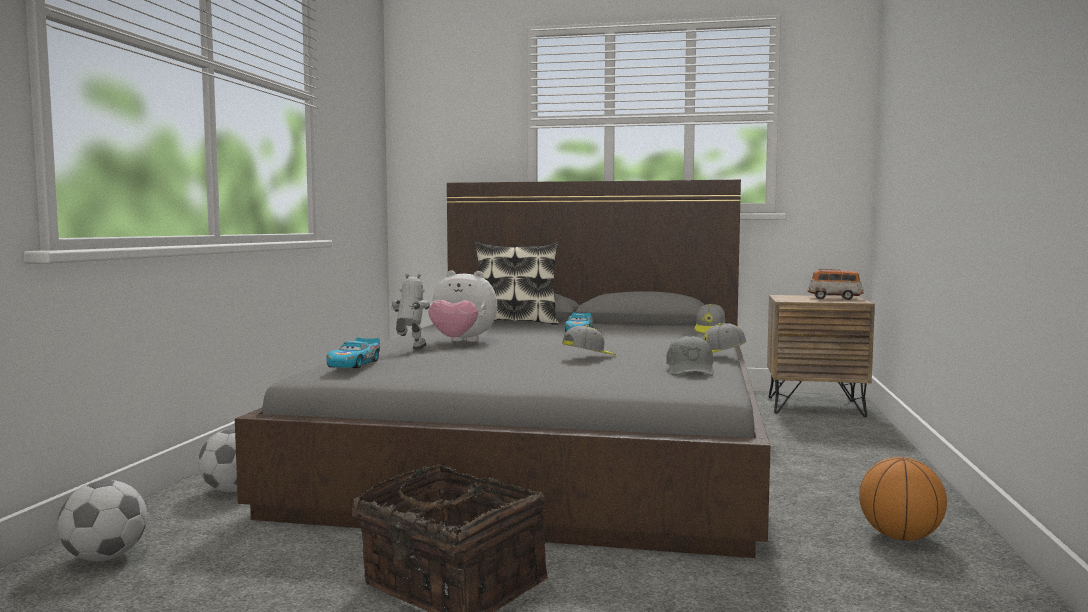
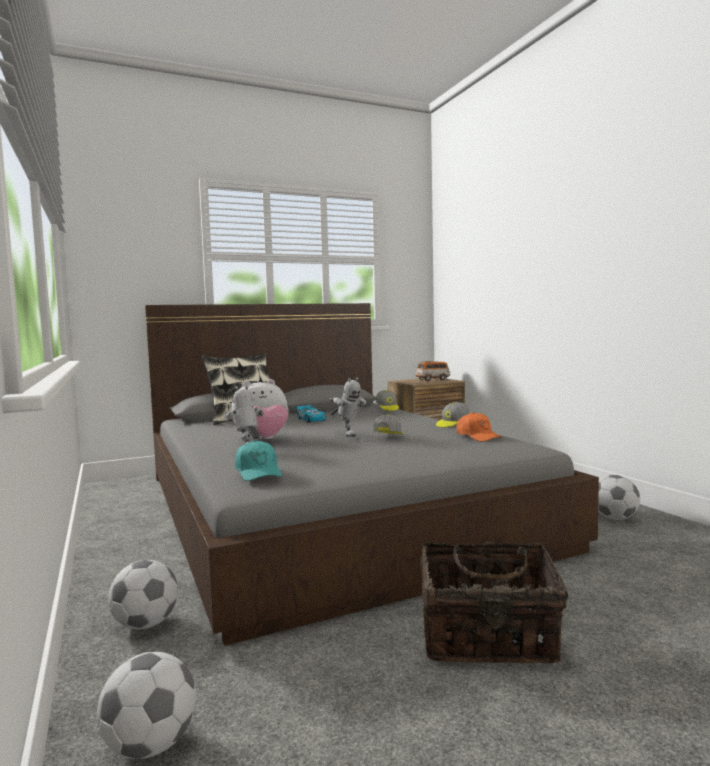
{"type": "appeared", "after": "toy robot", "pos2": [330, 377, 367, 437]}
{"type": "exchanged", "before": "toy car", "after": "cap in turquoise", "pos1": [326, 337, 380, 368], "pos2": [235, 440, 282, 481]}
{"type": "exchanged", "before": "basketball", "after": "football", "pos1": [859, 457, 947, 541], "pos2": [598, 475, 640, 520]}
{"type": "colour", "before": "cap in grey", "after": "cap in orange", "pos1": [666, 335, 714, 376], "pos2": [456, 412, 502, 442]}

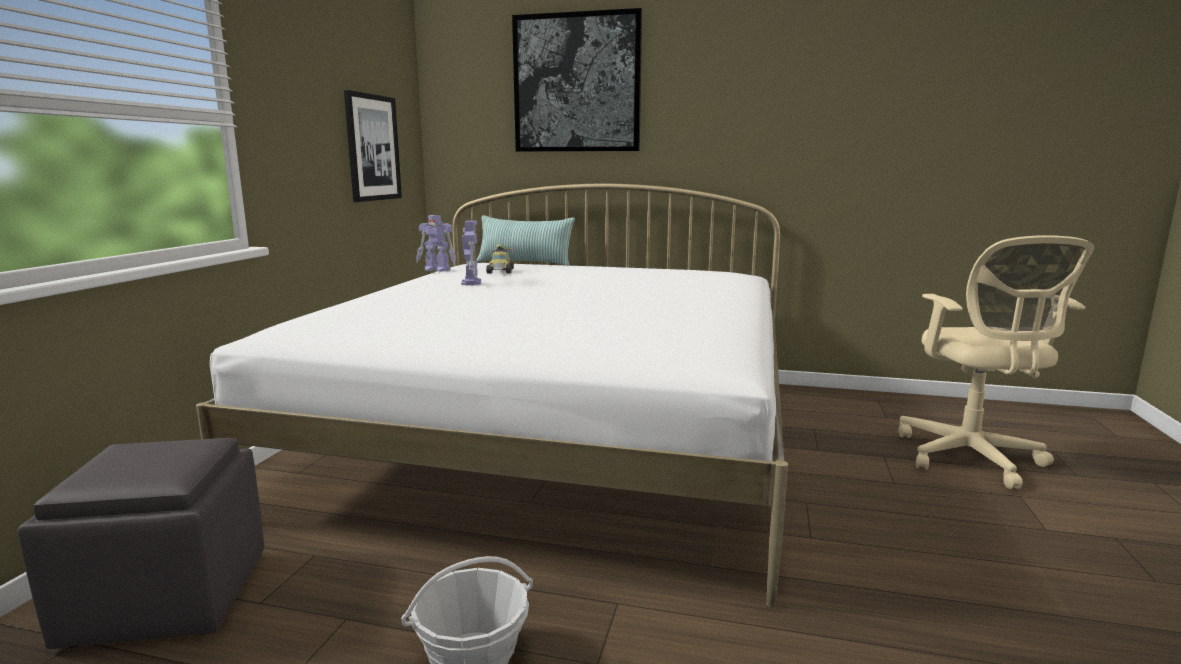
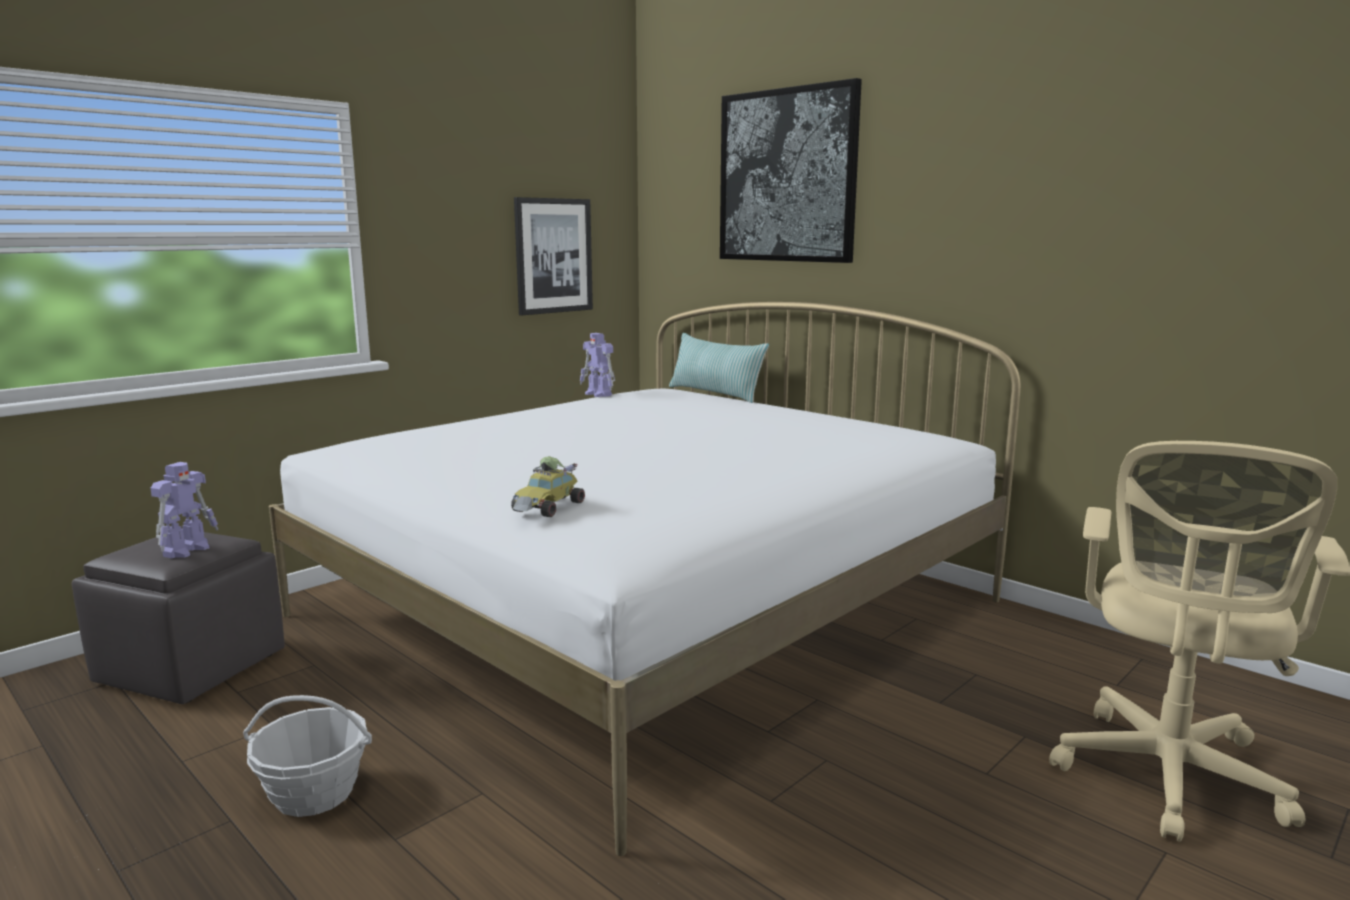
{"type": "relocated", "before": "toy robot", "pos1": [461, 221, 481, 285], "pos2": [150, 462, 218, 558]}
{"type": "relocated", "before": "toy car", "pos1": [486, 244, 514, 274], "pos2": [511, 456, 585, 517]}

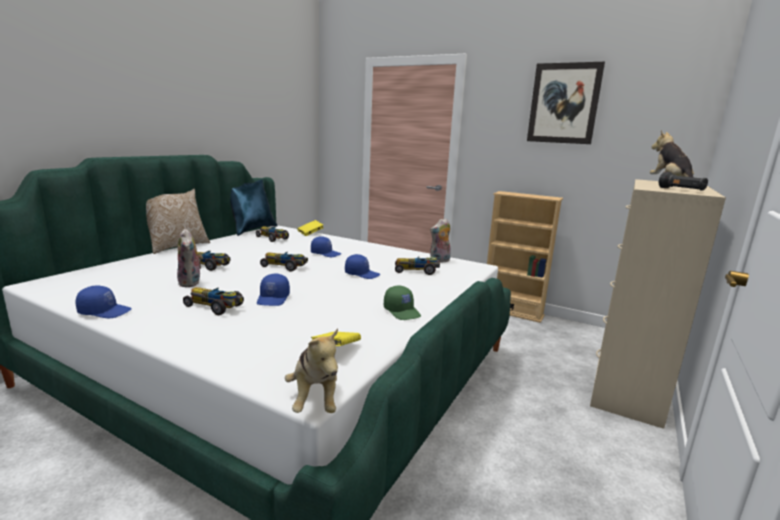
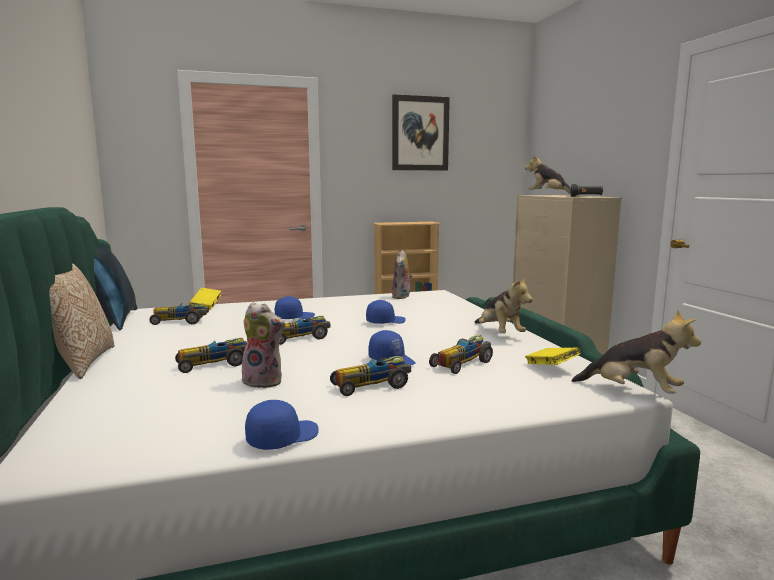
{"type": "relocated", "before": "toy car", "pos1": [395, 257, 440, 275], "pos2": [429, 335, 493, 374]}
{"type": "exchanged", "before": "cap in green", "after": "plush toy", "pos1": [384, 286, 421, 320], "pos2": [475, 276, 533, 333]}

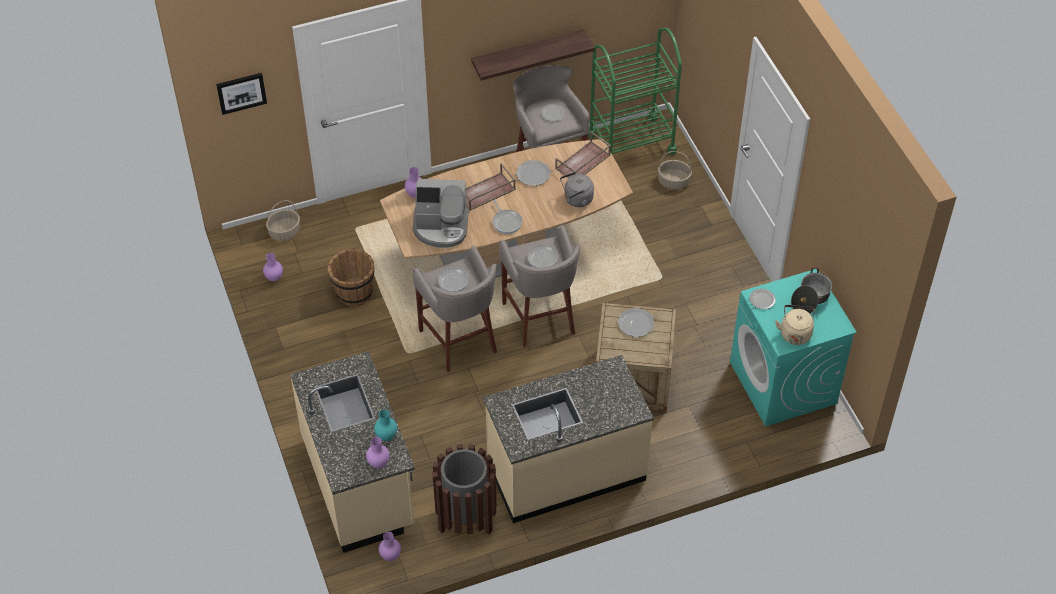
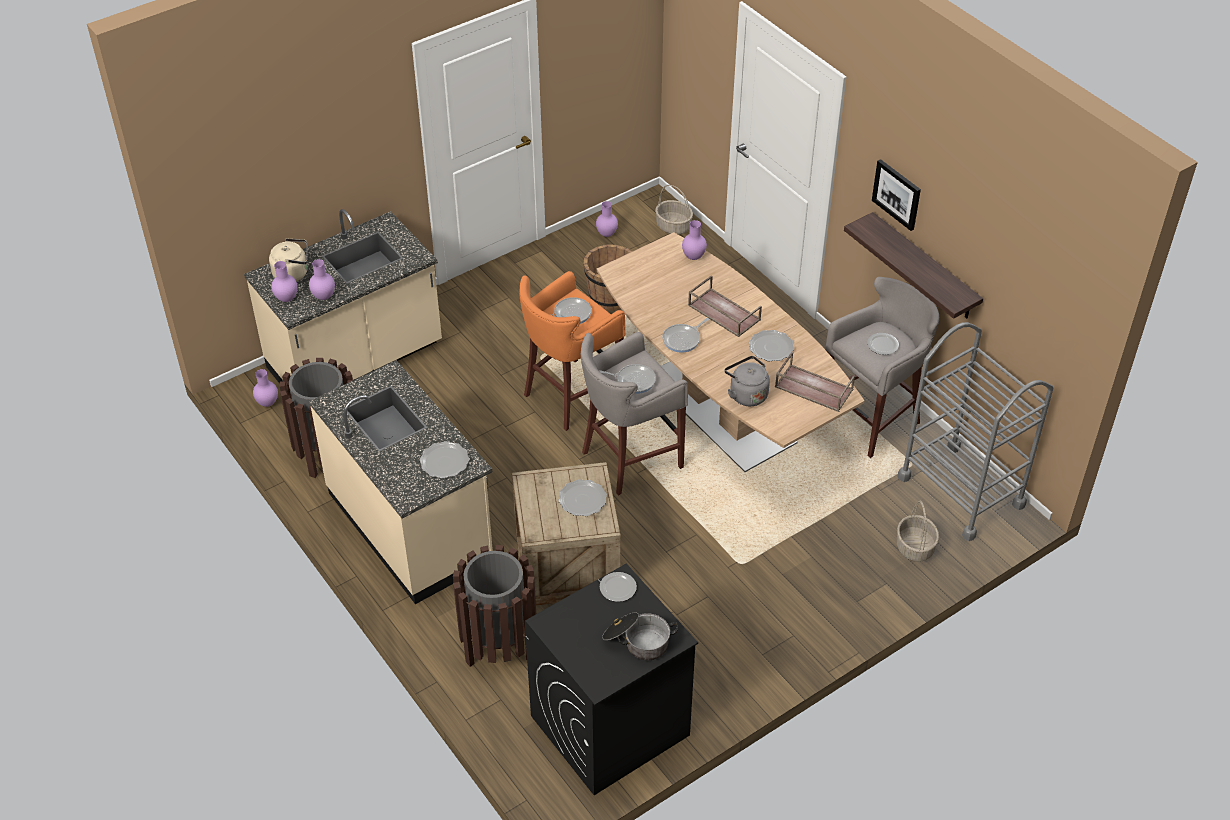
{"type": "missing", "before": "coffee machine", "pos1": [413, 179, 469, 248]}
{"type": "appeared", "after": "plate", "pos2": [420, 441, 469, 479]}
{"type": "appeared", "after": "trash can in brown", "pos2": [453, 545, 536, 667]}
{"type": "relocated", "before": "picture", "pos1": [216, 73, 267, 115], "pos2": [872, 159, 921, 231]}
{"type": "relocated", "before": "kettle in beige", "pos1": [775, 305, 815, 345], "pos2": [269, 238, 308, 282]}
{"type": "colour", "before": "vase in turquoise", "after": "vase in purple", "pos1": [374, 409, 397, 441], "pos2": [309, 259, 335, 300]}
{"type": "colour", "before": "stool in grey", "after": "stool in orange", "pos1": [413, 246, 497, 372], "pos2": [519, 271, 625, 431]}
{"type": "colour", "before": "cart in green", "after": "cart in grey", "pos1": [588, 28, 682, 155], "pos2": [897, 322, 1053, 541]}
{"type": "colour", "before": "washing machine in turquoise", "after": "washing machine in black", "pos1": [730, 269, 857, 427], "pos2": [525, 564, 698, 795]}

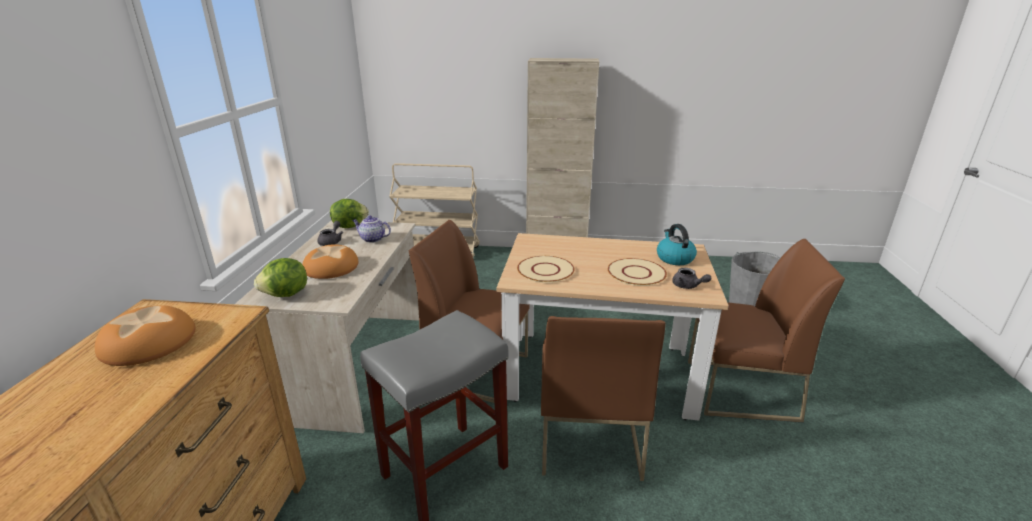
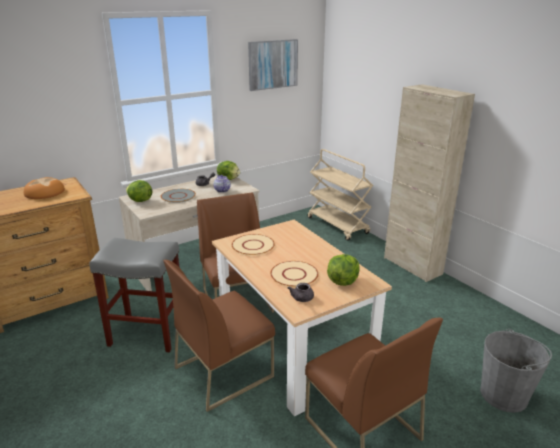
{"type": "appeared", "after": "picture", "pos2": [248, 39, 298, 91]}
{"type": "exchanged", "before": "bread", "after": "plate in grey", "pos1": [302, 244, 359, 279], "pos2": [161, 189, 196, 203]}
{"type": "exchanged", "before": "kettle", "after": "lettuce", "pos1": [657, 224, 697, 265], "pos2": [327, 254, 360, 286]}

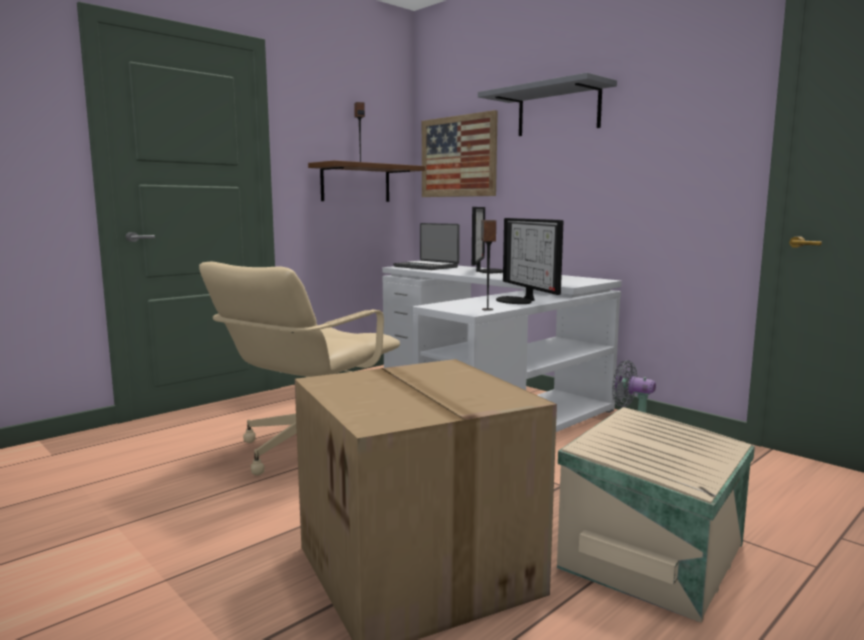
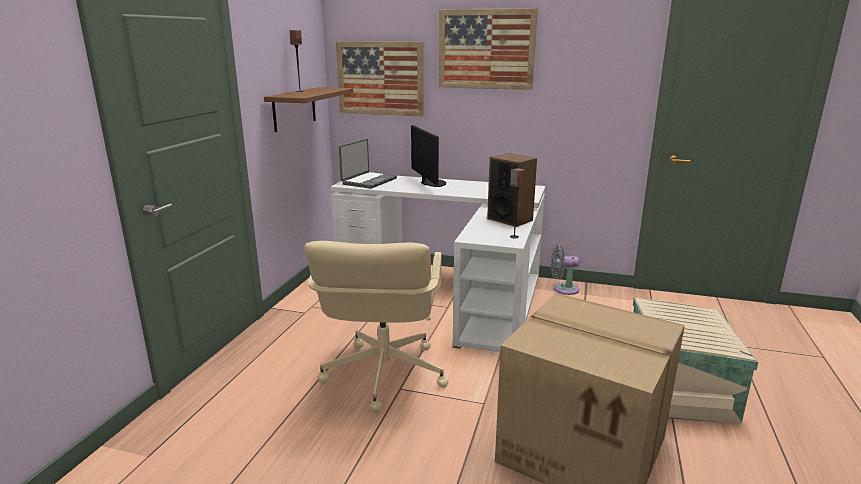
{"type": "exchanged", "before": "shelf in grey", "after": "picture", "pos1": [478, 73, 617, 136], "pos2": [439, 8, 538, 90]}
{"type": "exchanged", "before": "monitor", "after": "speaker", "pos1": [496, 218, 564, 304], "pos2": [487, 153, 537, 227]}
{"type": "spun", "before": "laptop", "pos1": [393, 223, 460, 270], "pos2": [339, 139, 397, 189], "turn": -75}

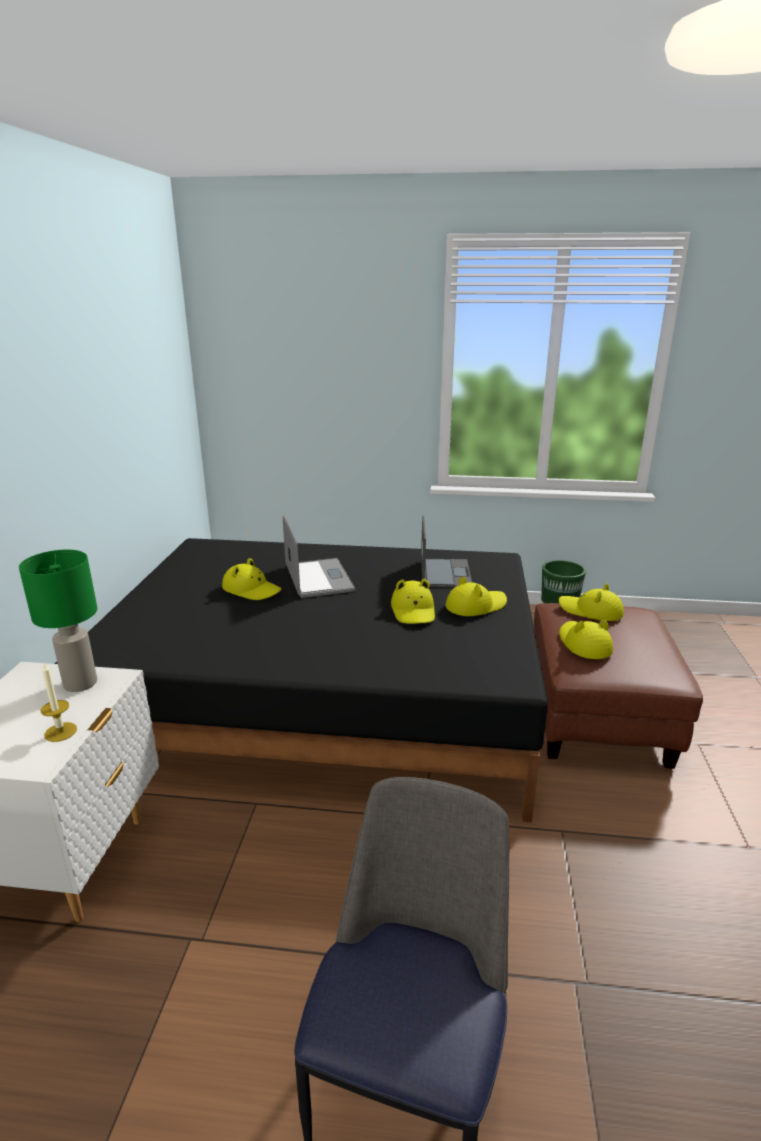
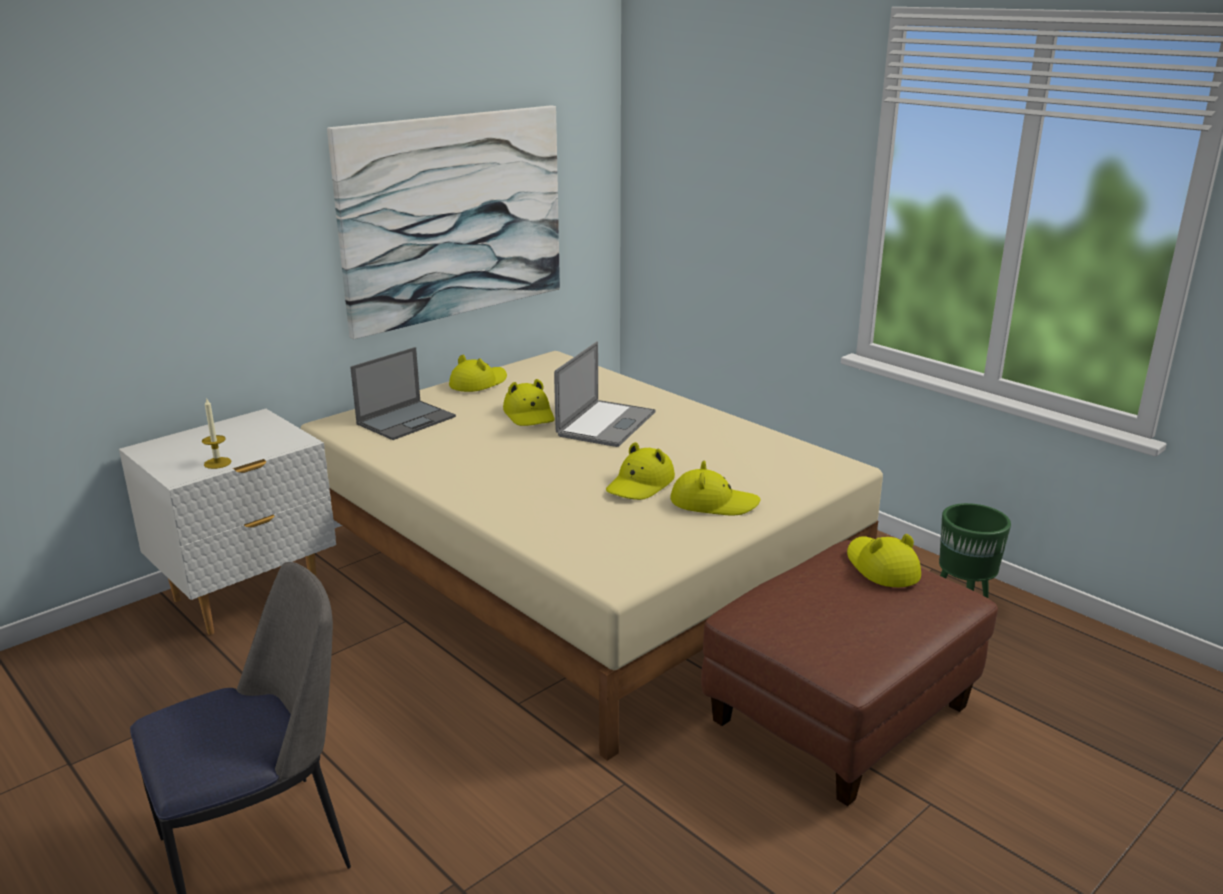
{"type": "missing", "before": "table lamp in green", "pos1": [19, 550, 97, 692]}
{"type": "appeared", "after": "picture", "pos2": [327, 106, 560, 339]}
{"type": "relocated", "before": "laptop", "pos1": [421, 516, 472, 588], "pos2": [350, 347, 456, 440]}
{"type": "relocated", "before": "hat in yellow", "pos1": [559, 620, 613, 659], "pos2": [449, 355, 507, 392]}
{"type": "colour", "before": "bed in black", "after": "bed in beige", "pos1": [55, 538, 548, 823], "pos2": [300, 351, 883, 761]}

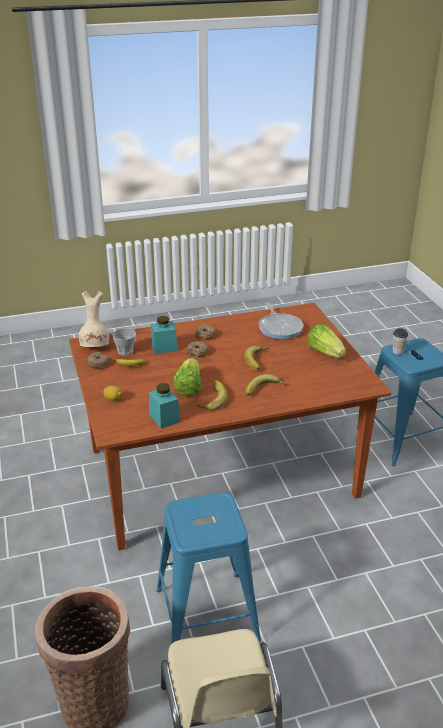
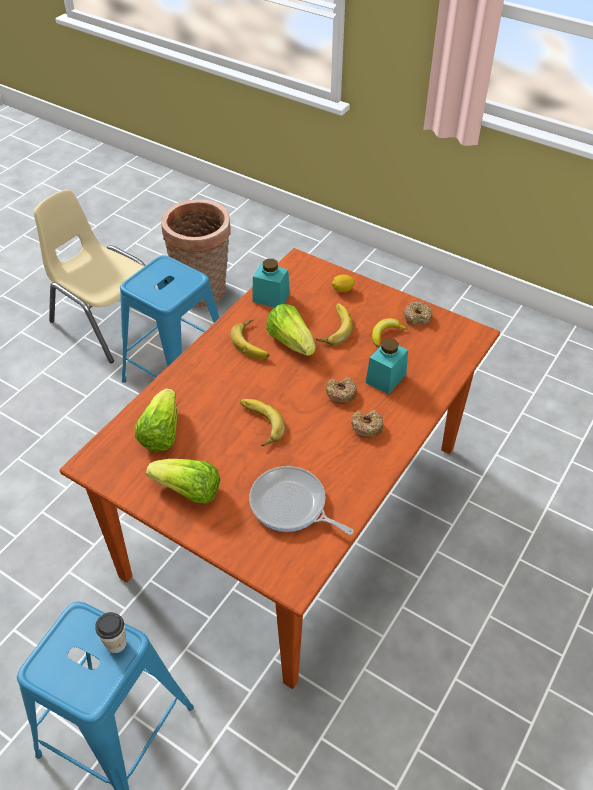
{"type": "missing", "before": "vase in beige", "pos1": [79, 291, 109, 347]}
{"type": "missing", "before": "cup", "pos1": [112, 328, 136, 356]}
{"type": "appeared", "after": "lettuce", "pos2": [135, 388, 177, 451]}
{"type": "relocated", "before": "banana", "pos1": [246, 374, 286, 396], "pos2": [316, 303, 353, 345]}

